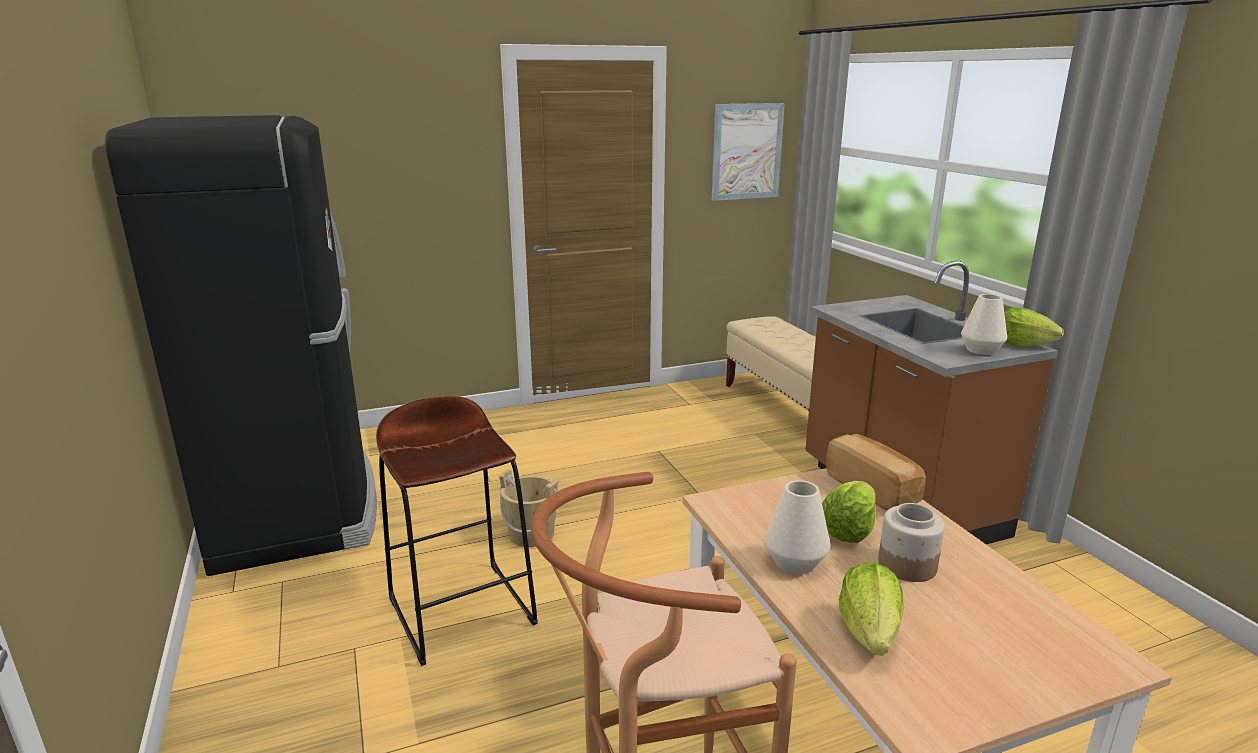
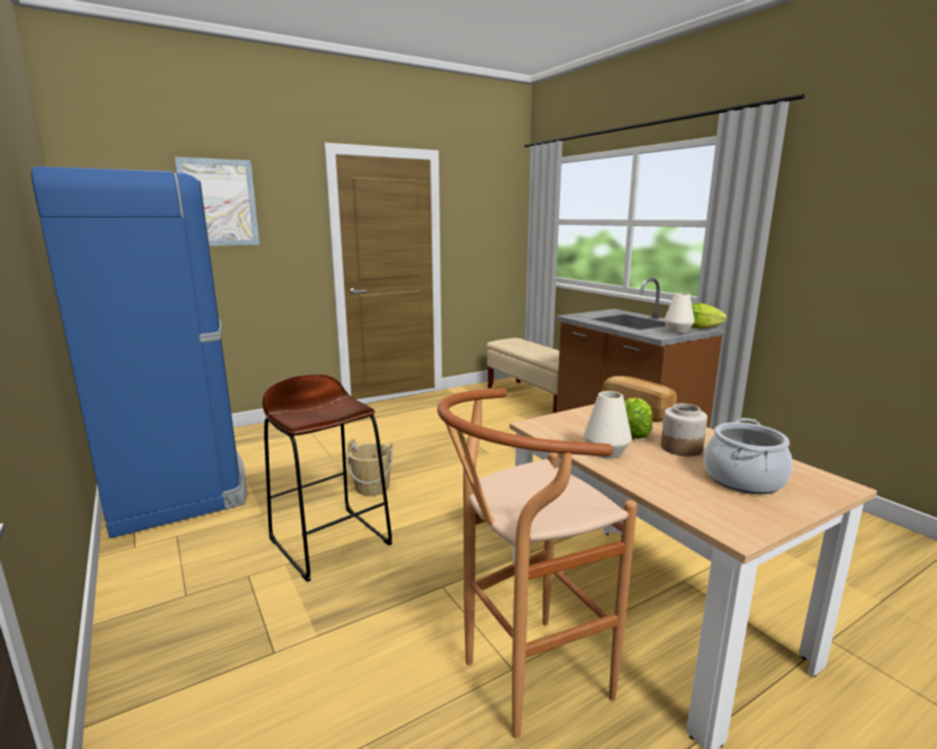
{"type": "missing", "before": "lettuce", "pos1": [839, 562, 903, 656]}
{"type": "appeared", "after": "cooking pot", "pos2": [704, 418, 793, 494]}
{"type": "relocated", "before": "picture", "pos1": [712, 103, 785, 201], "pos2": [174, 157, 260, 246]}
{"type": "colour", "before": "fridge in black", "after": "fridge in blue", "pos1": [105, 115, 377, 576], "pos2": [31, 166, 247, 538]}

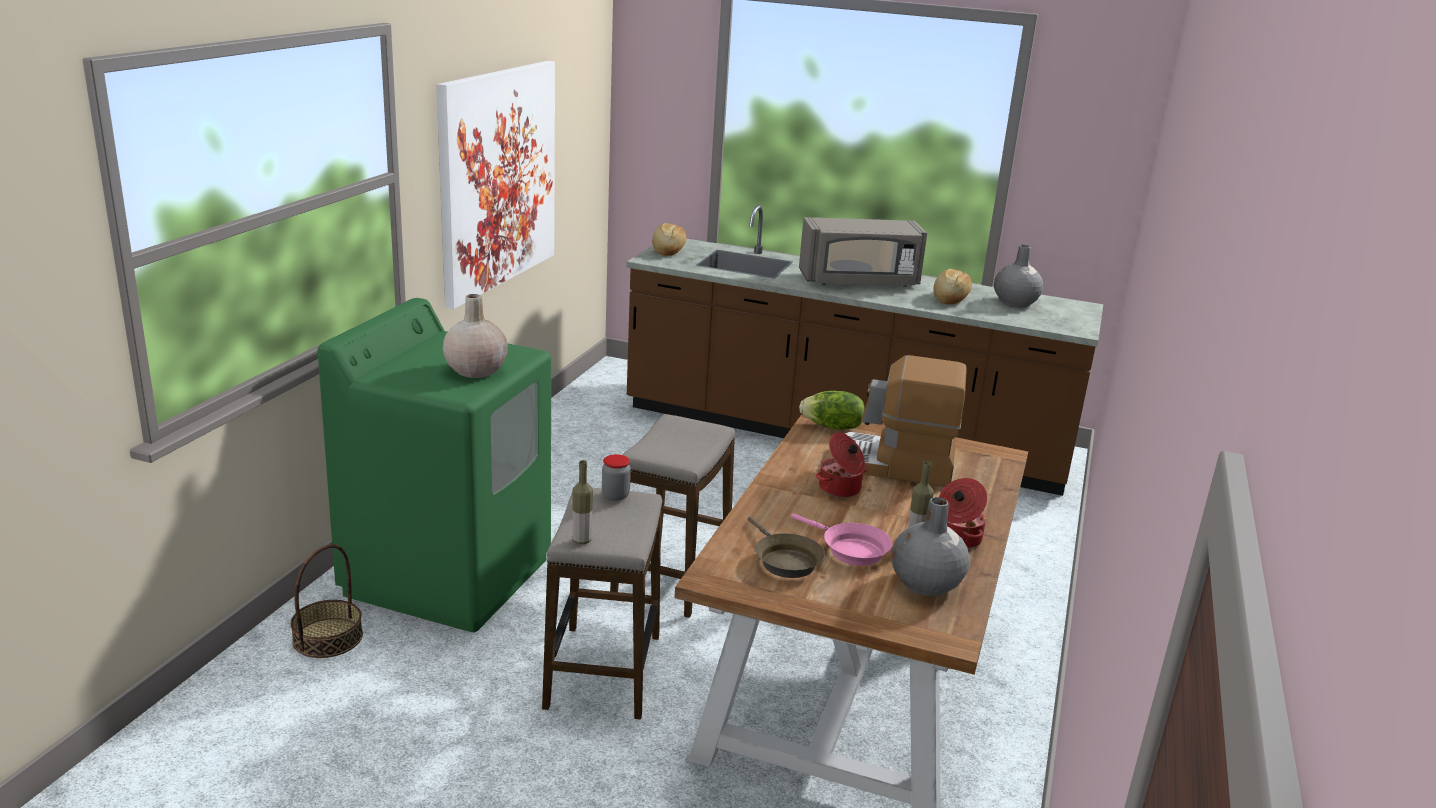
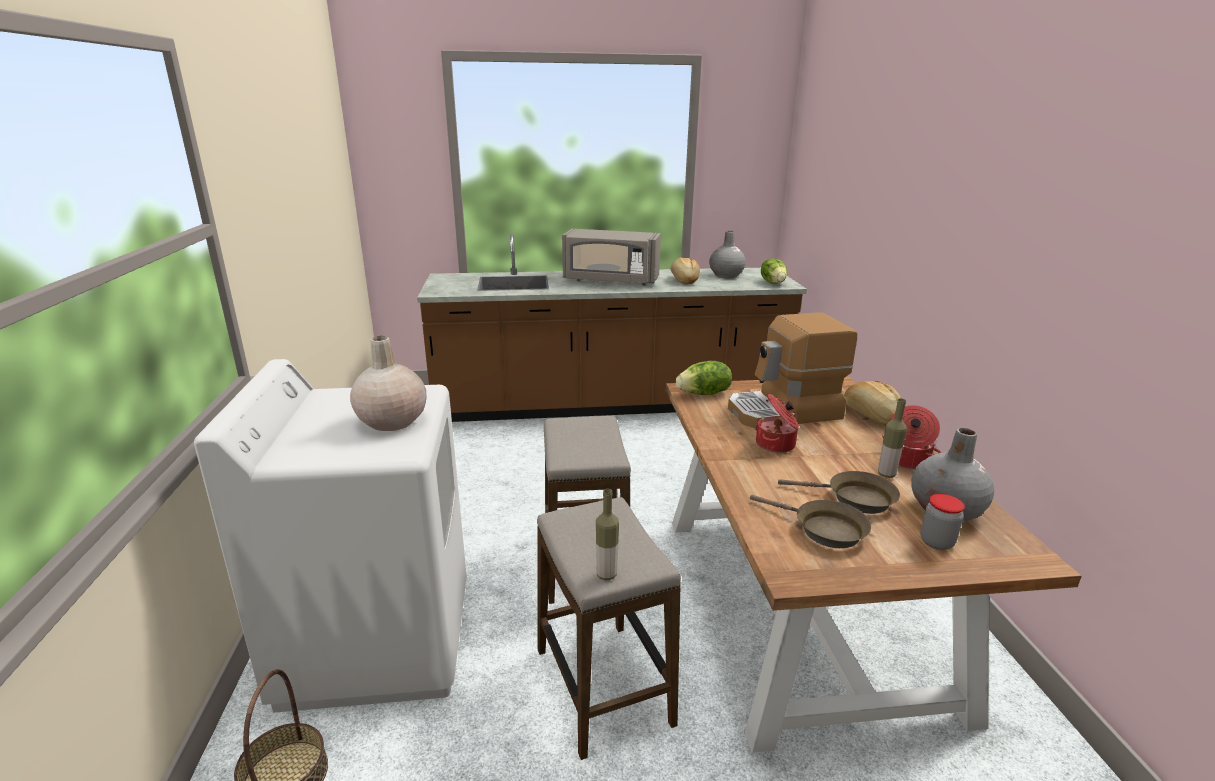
{"type": "missing", "before": "picture", "pos1": [437, 61, 555, 309]}
{"type": "appeared", "after": "lettuce", "pos2": [761, 258, 787, 284]}
{"type": "relocated", "before": "jar", "pos1": [602, 454, 631, 501], "pos2": [920, 494, 965, 550]}
{"type": "relocated", "before": "bread", "pos1": [652, 223, 686, 256], "pos2": [844, 381, 901, 425]}
{"type": "colour", "before": "washing machine in green", "after": "washing machine in white", "pos1": [317, 298, 551, 632], "pos2": [194, 359, 467, 713]}
{"type": "colour", "before": "frying pan in pink", "after": "frying pan in brown", "pos1": [791, 513, 892, 566], "pos2": [778, 471, 900, 514]}
{"type": "spun", "before": "microwave in grey", "pos1": [799, 217, 927, 287], "pos2": [562, 229, 661, 286], "turn": 45}

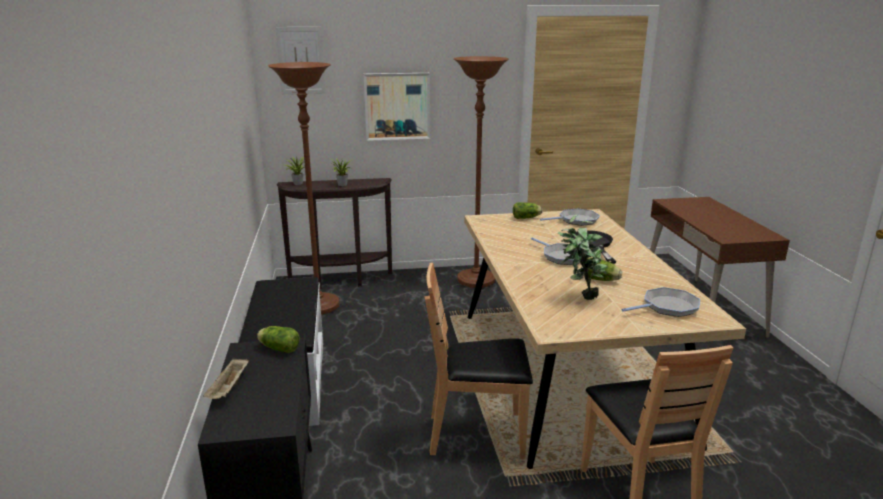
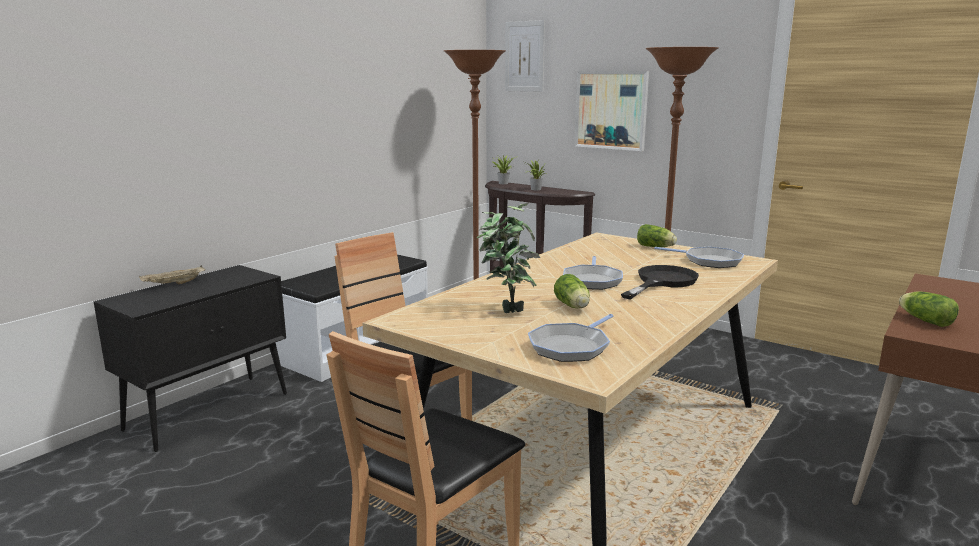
{"type": "relocated", "before": "lettuce", "pos1": [257, 326, 300, 353], "pos2": [899, 291, 959, 327]}
{"type": "spun", "before": "frying pan", "pos1": [621, 287, 700, 317], "pos2": [528, 314, 614, 362], "turn": 105}

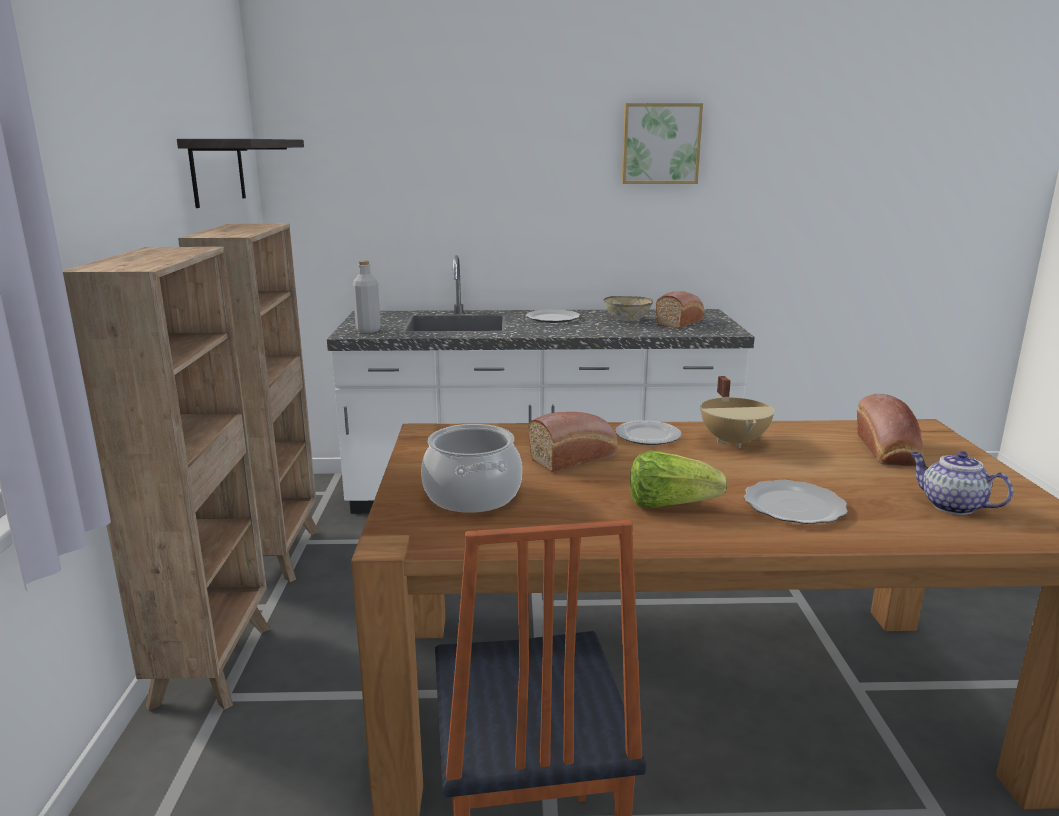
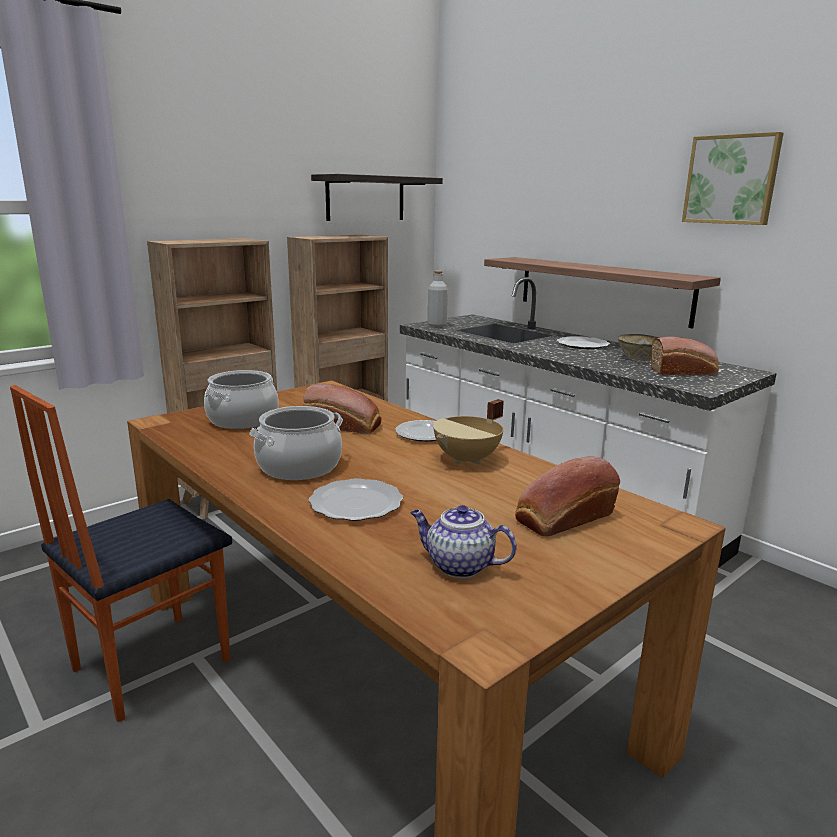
{"type": "appeared", "after": "shelf", "pos2": [484, 257, 721, 328]}
{"type": "exchanged", "before": "lettuce", "after": "cooking pot", "pos1": [630, 450, 727, 508], "pos2": [249, 406, 343, 480]}
{"type": "spun", "before": "teapot", "pos1": [910, 451, 1014, 515], "pos2": [410, 505, 517, 578], "turn": -75}

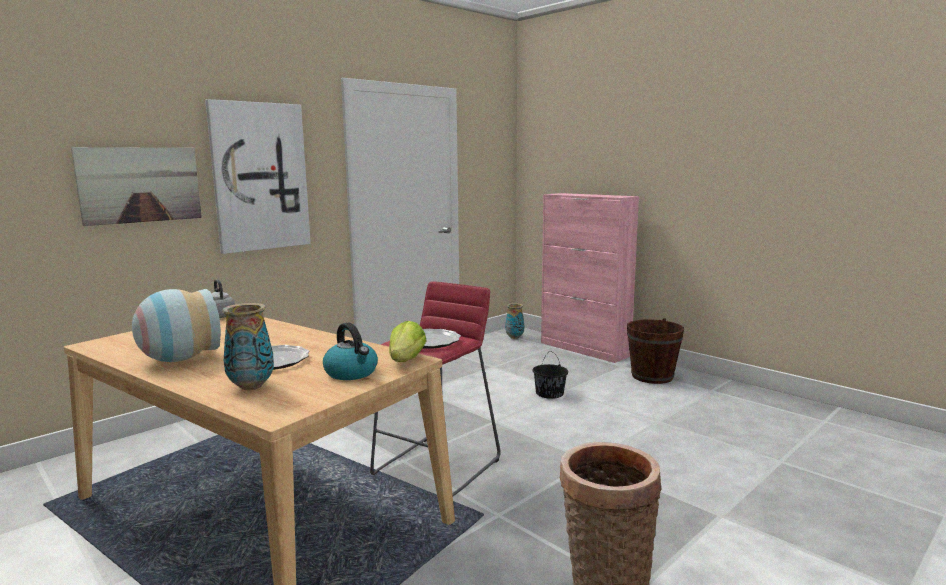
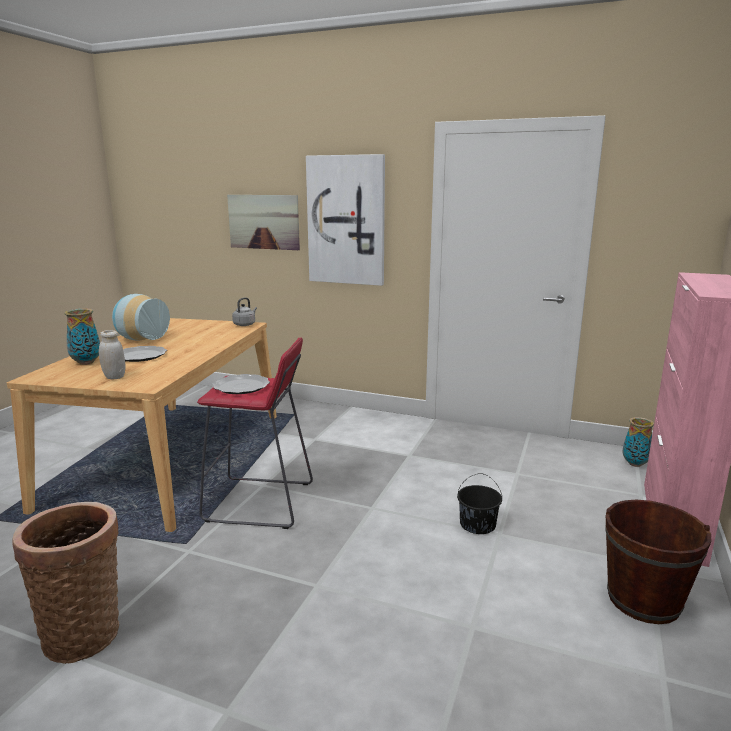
{"type": "missing", "before": "lettuce", "pos1": [389, 321, 427, 362]}
{"type": "exchanged", "before": "kettle", "after": "jar in white", "pos1": [323, 323, 378, 380], "pos2": [99, 330, 126, 380]}

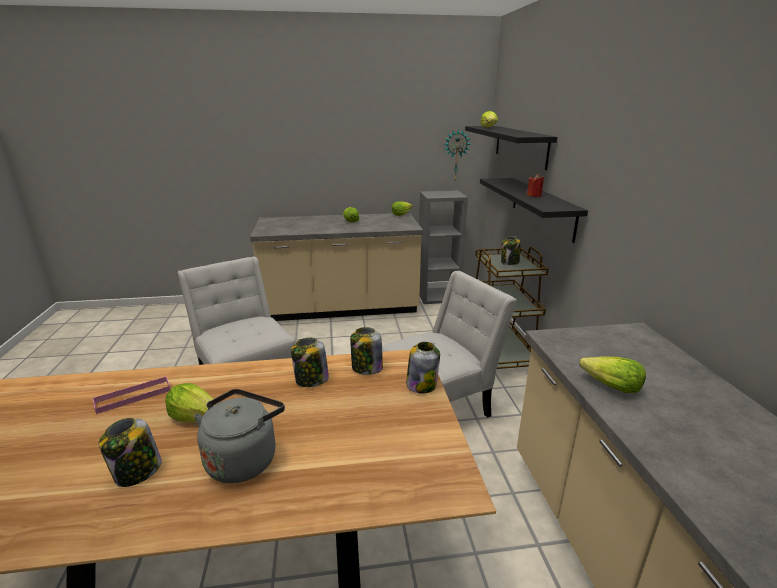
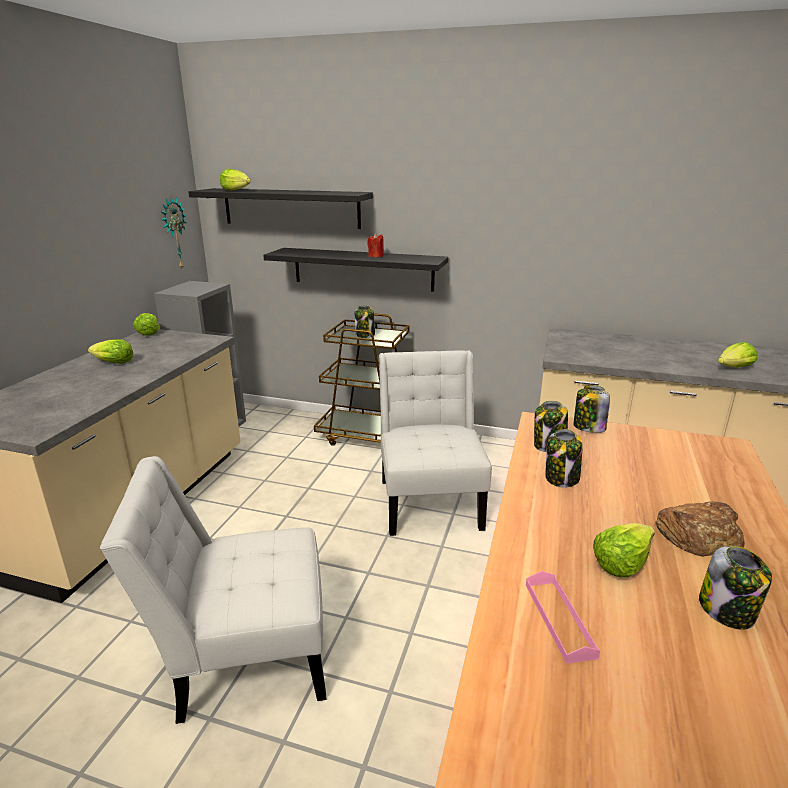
{"type": "relocated", "before": "lettuce", "pos1": [579, 357, 646, 393], "pos2": [718, 342, 757, 368]}
{"type": "exchanged", "before": "kettle in grey", "after": "bread", "pos1": [194, 389, 285, 483], "pos2": [655, 501, 745, 557]}

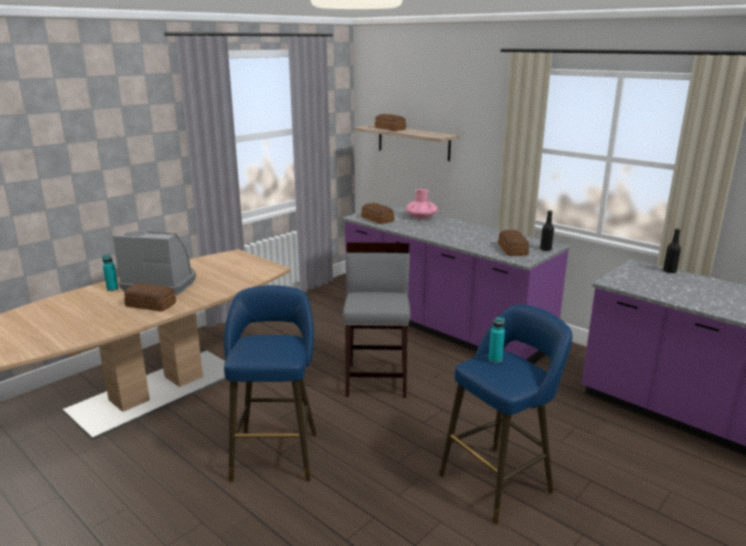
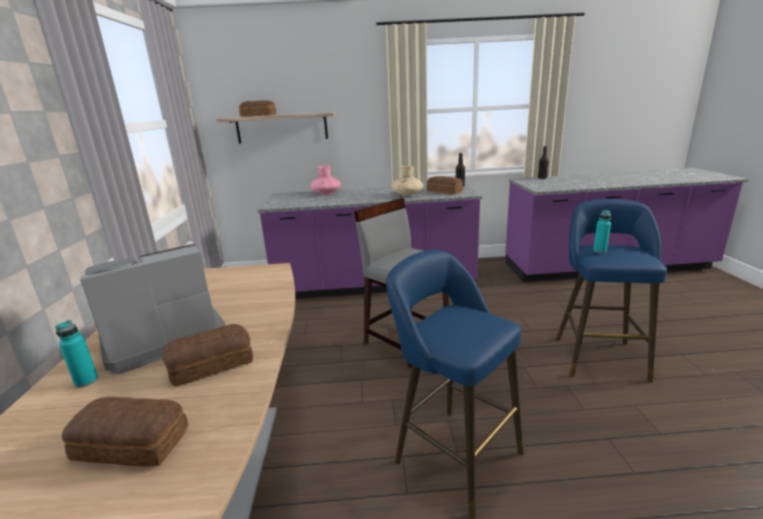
{"type": "appeared", "after": "vase in beige", "pos2": [391, 166, 423, 196]}
{"type": "relocated", "before": "bread", "pos1": [361, 203, 394, 224], "pos2": [62, 397, 188, 467]}

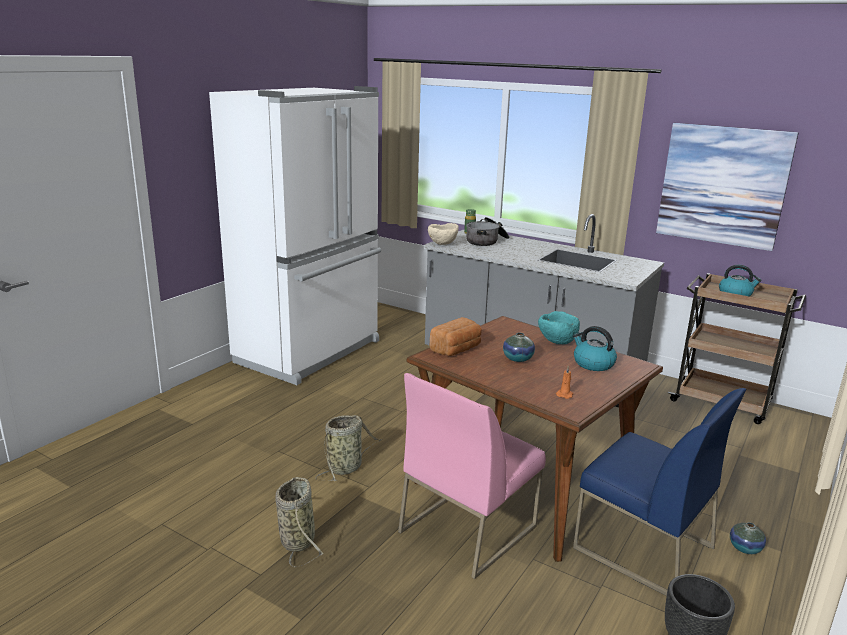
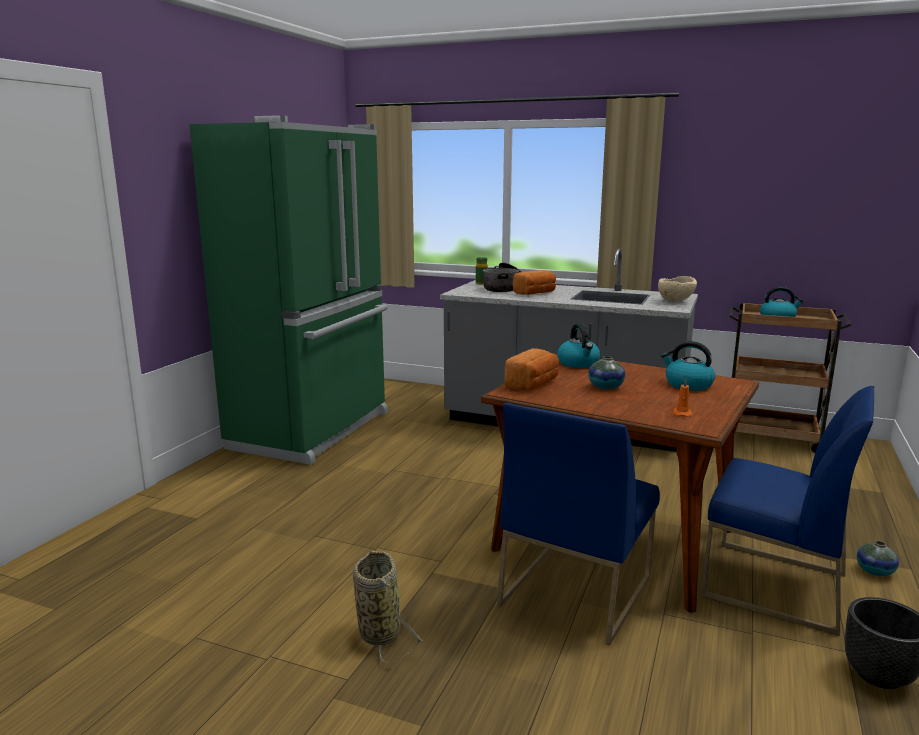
{"type": "missing", "before": "basket", "pos1": [316, 415, 382, 481]}
{"type": "missing", "before": "bowl in turquoise", "pos1": [538, 311, 580, 344]}
{"type": "missing", "before": "picture", "pos1": [656, 123, 798, 251]}
{"type": "appeared", "after": "bread", "pos2": [513, 270, 556, 295]}
{"type": "appeared", "after": "kettle", "pos2": [557, 324, 600, 368]}
{"type": "relocated", "before": "bowl in beige", "pos1": [428, 223, 459, 245], "pos2": [658, 276, 697, 302]}
{"type": "colour", "before": "fridge in white", "after": "fridge in green", "pos1": [209, 86, 381, 385], "pos2": [189, 115, 388, 465]}
{"type": "colour", "before": "chair in pink", "after": "chair in blue", "pos1": [398, 373, 546, 579], "pos2": [497, 403, 660, 646]}

